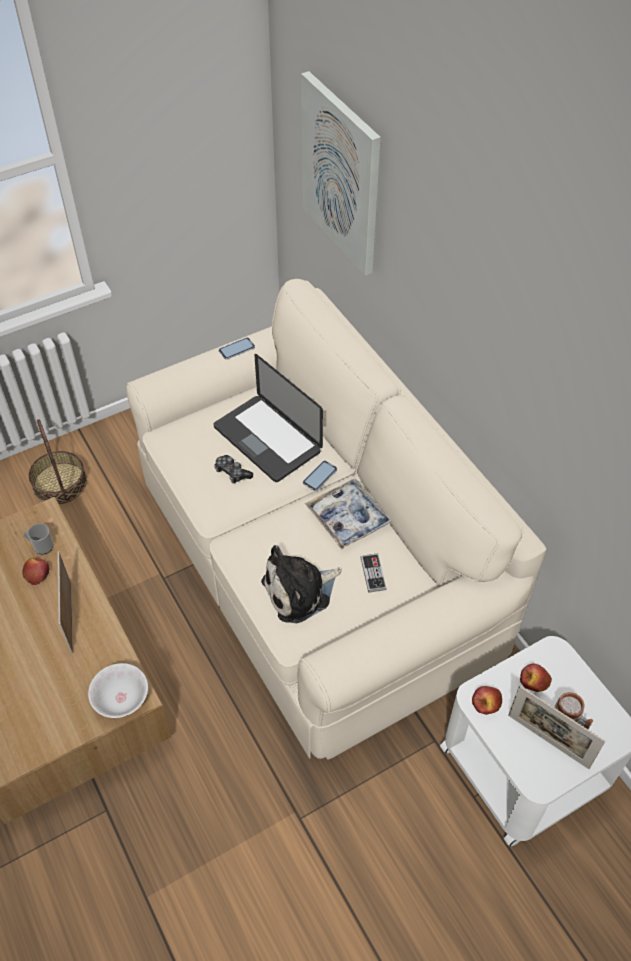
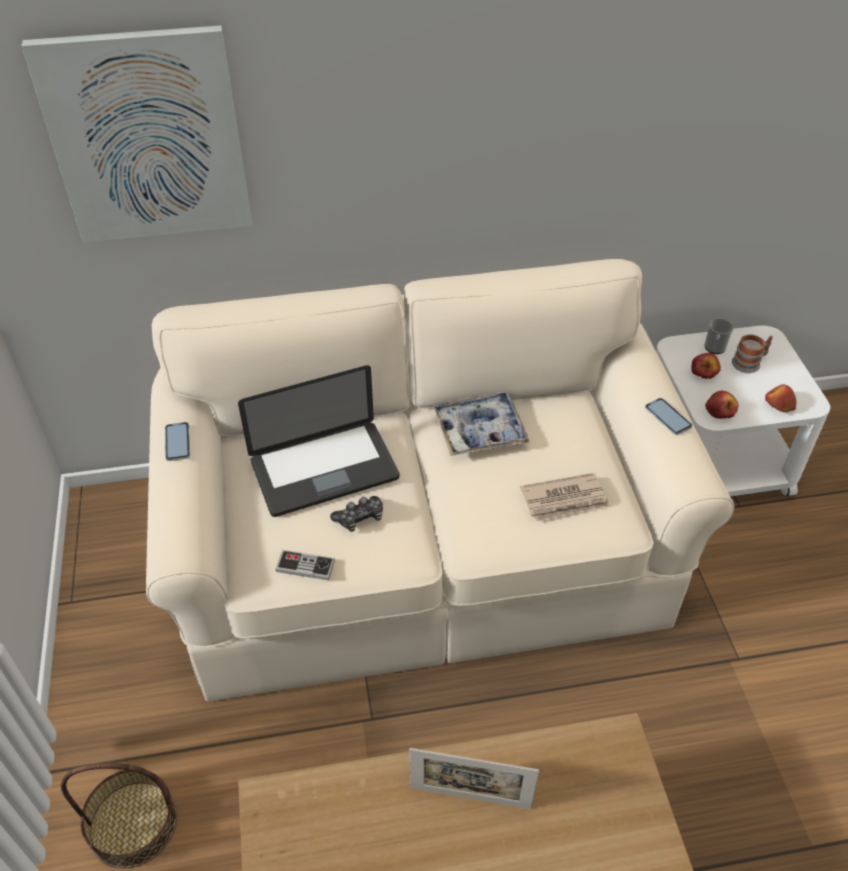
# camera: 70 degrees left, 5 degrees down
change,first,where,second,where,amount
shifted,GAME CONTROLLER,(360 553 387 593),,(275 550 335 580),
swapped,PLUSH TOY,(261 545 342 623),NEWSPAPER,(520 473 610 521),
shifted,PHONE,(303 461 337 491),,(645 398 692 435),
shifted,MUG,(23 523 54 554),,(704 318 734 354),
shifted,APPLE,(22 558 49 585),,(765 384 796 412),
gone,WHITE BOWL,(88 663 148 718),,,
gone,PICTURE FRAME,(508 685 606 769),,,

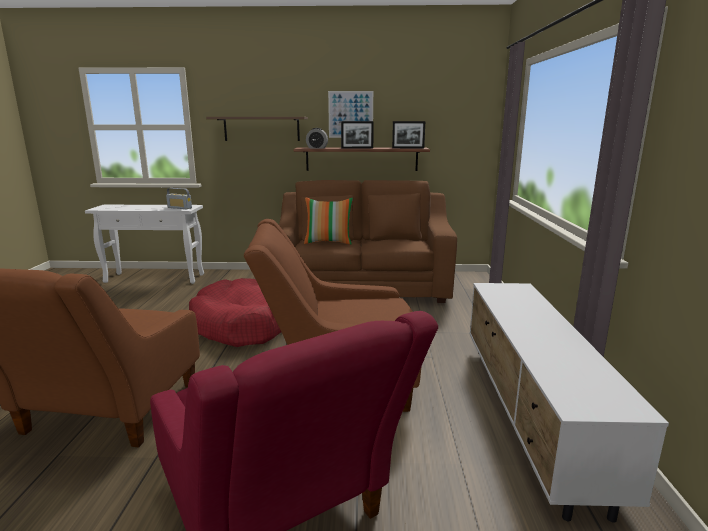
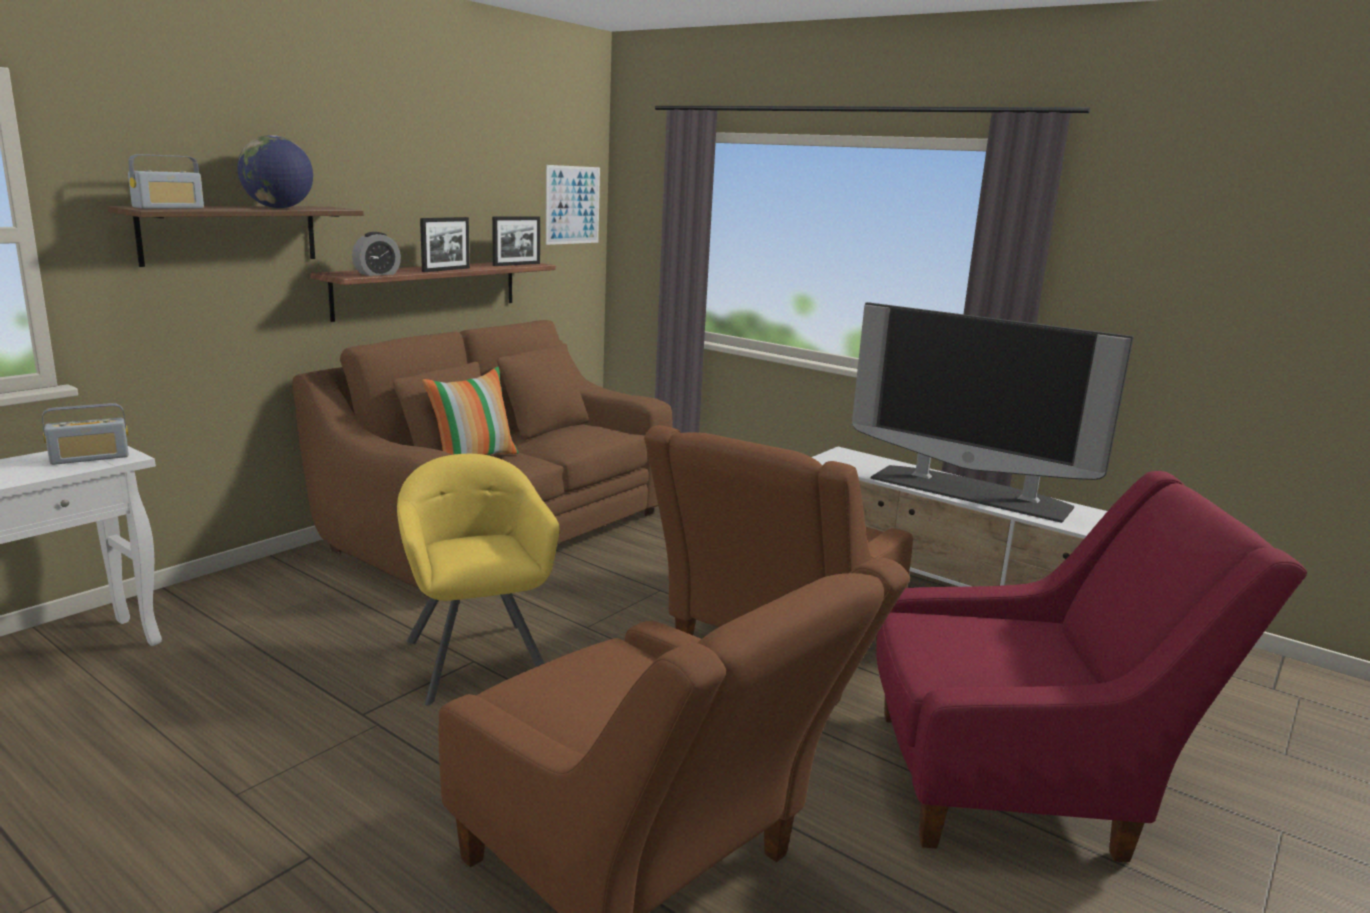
# camera: 55 degrees left, 0 degrees up
change,first,where,second,where,amount
new,,,RADIO,(128 154 204 209),
new,,,GLOBE,(237 135 313 208),
swapped,RED DOG BED,(189 278 281 347),YELLOW ARMCHAIR,(397 454 560 706),
shifted,PICTURE,(328 91 373 138),,(546 165 600 245),
new,,,TELEVISION,(852 302 1134 523),

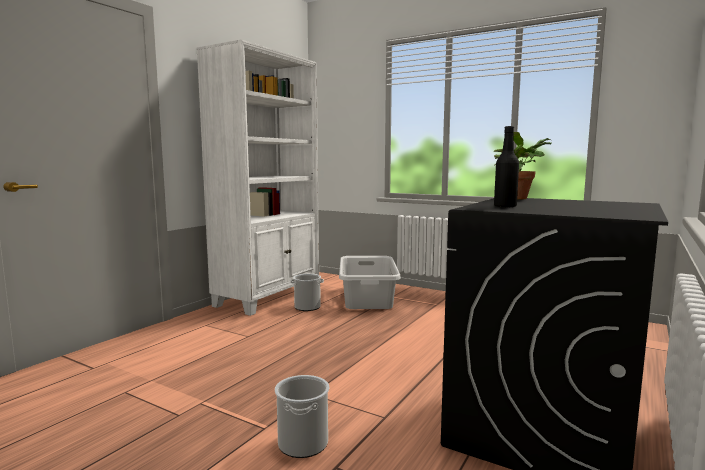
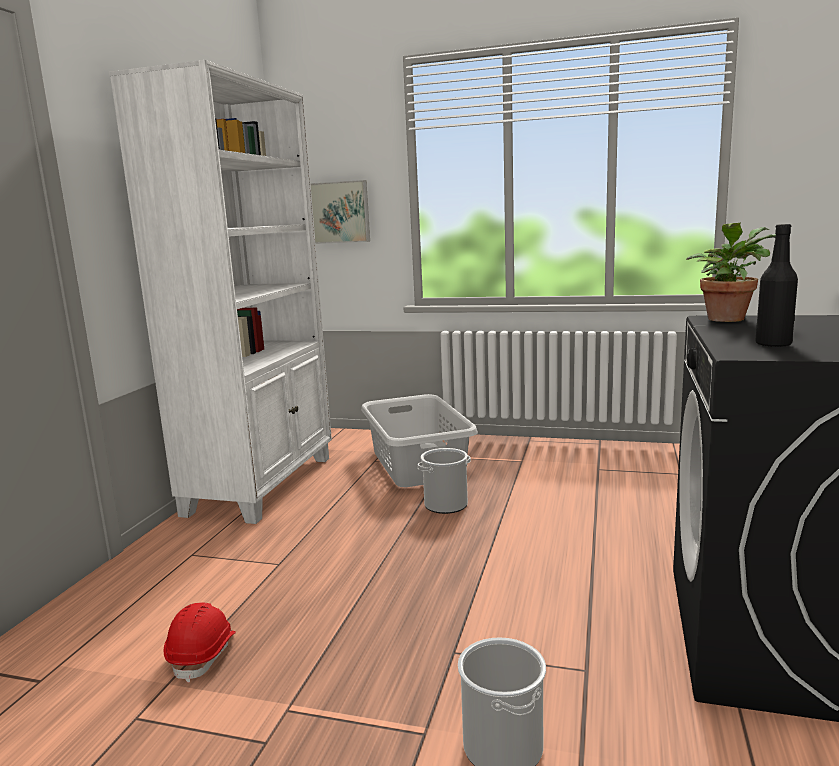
# camera: 15 degrees left, 5 degrees up
change,first,where,second,where,amount
new,,,RED HARD HAT,(164 602 236 683),
new,,,PICTURE,(311 180 370 244),
shifted,BUCKET,(290 274 324 311),,(418 448 471 514),

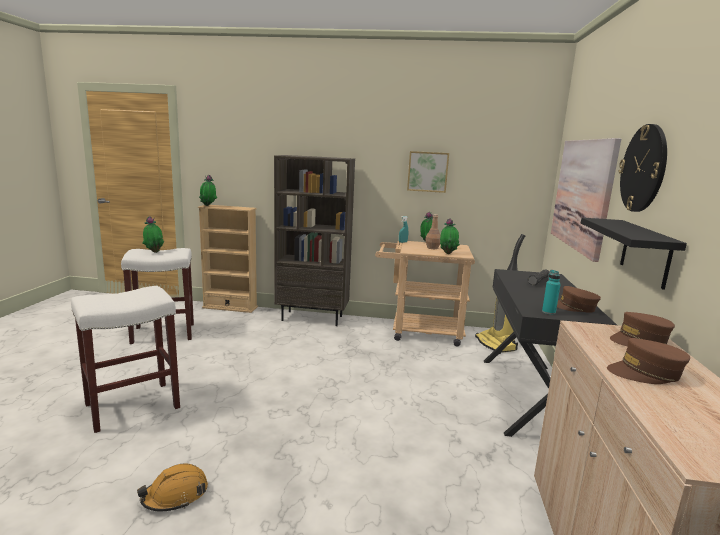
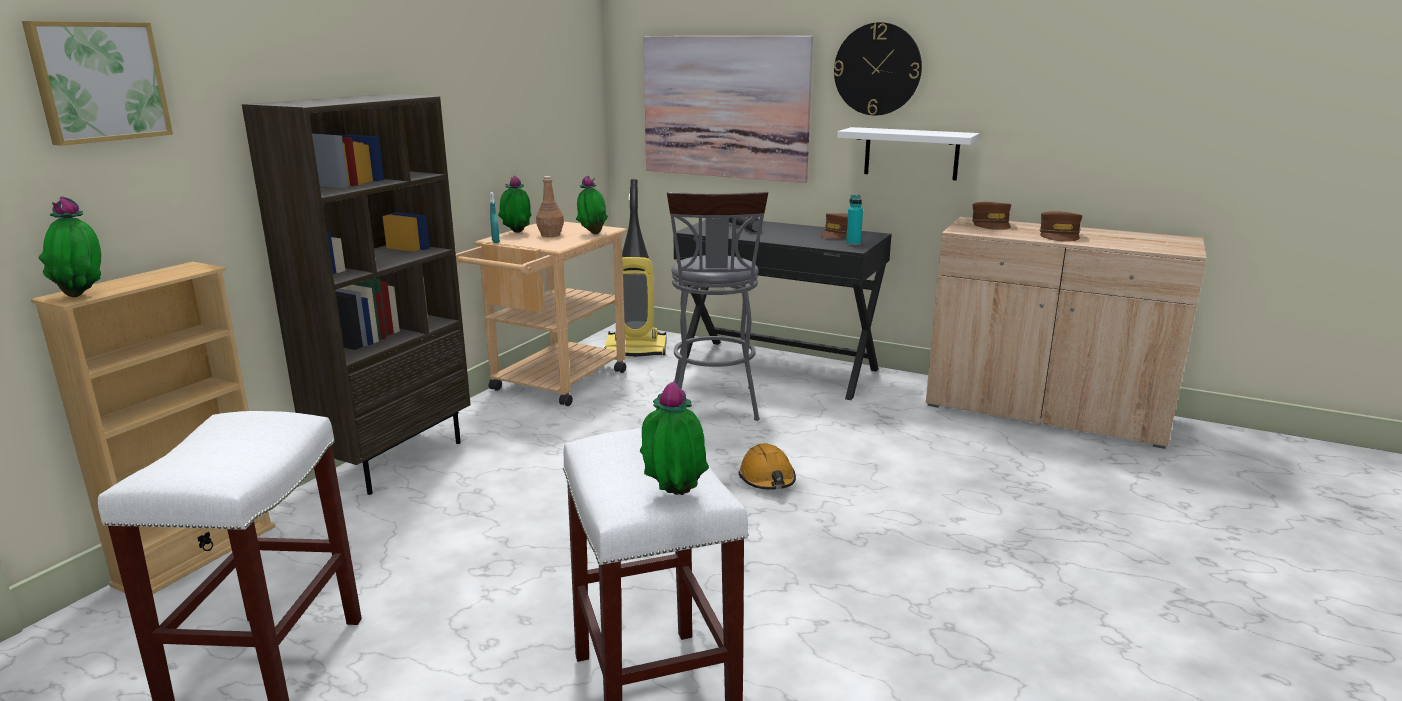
# camera: 70 degrees left, 5 degrees up
change,first,where,second,where,amount
shifted,PICTURE,(407 151 449 193),,(22 21 173 146),
shifted,POTTED PLANT,(142 216 164 253),,(640 381 709 495),
new,,,GREY STOOL,(667 192 768 421),
shifted,ORANGE HARD HAT,(137 464 208 511),,(739 443 796 490),
repainted,BLACK SHELF,(581 218 687 290),WHITE SHELF,(837 127 980 180),

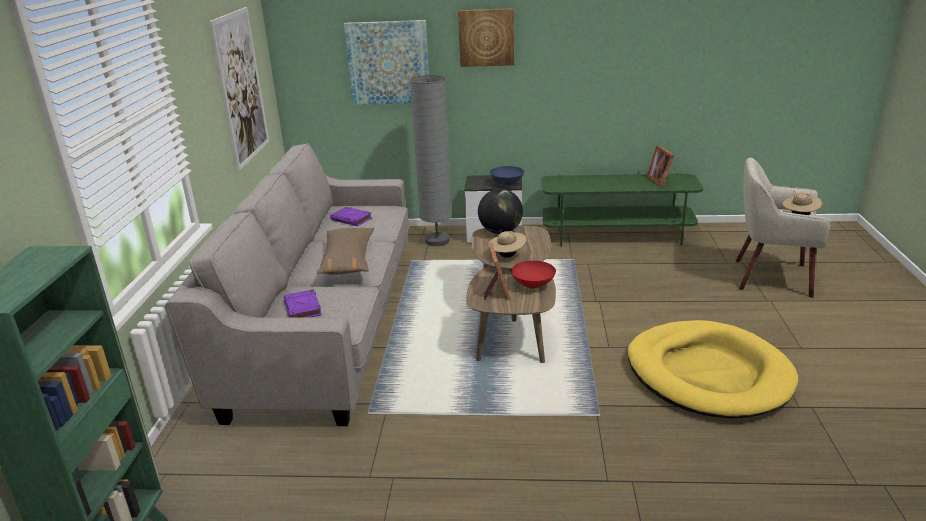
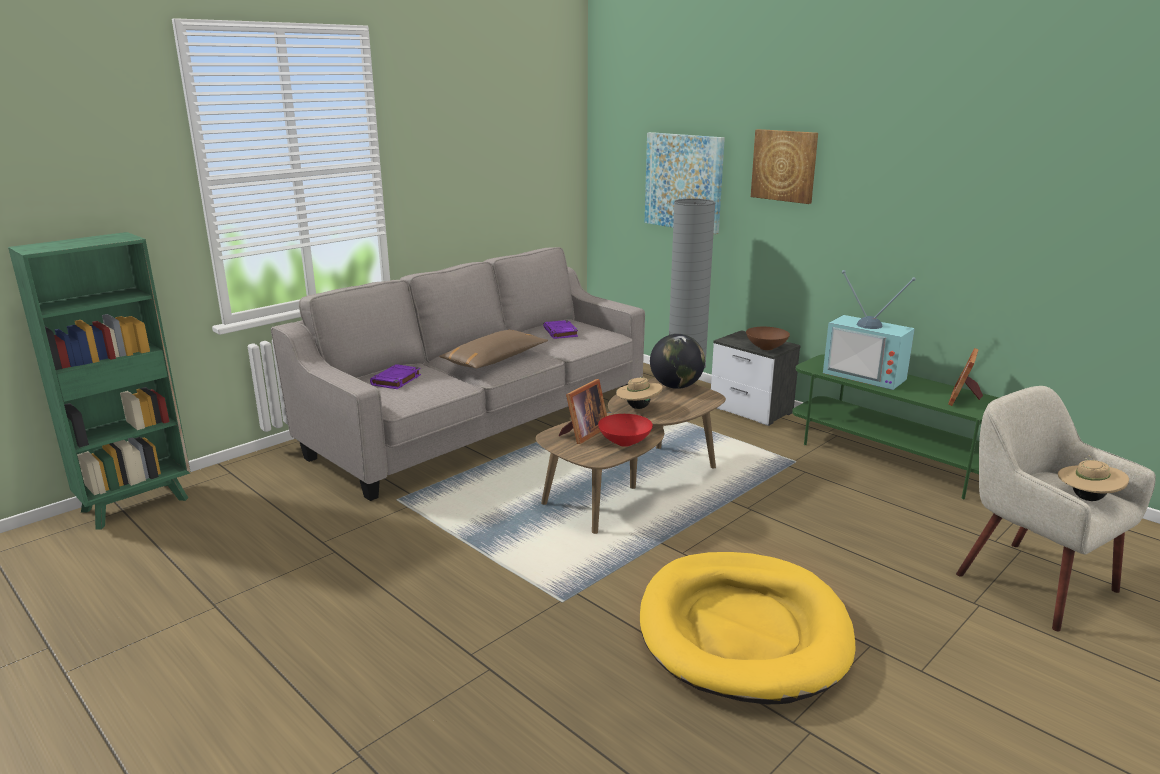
# camera: 40 degrees right, 5 degrees down
change,first,where,second,where,amount
repainted,BLUE BOWL,(490 166 524 186),BROWN BOWL,(746 327 790 350),
new,,,TELEVISION,(823 270 916 390),
gone,PICTURE,(209 7 269 171),,,

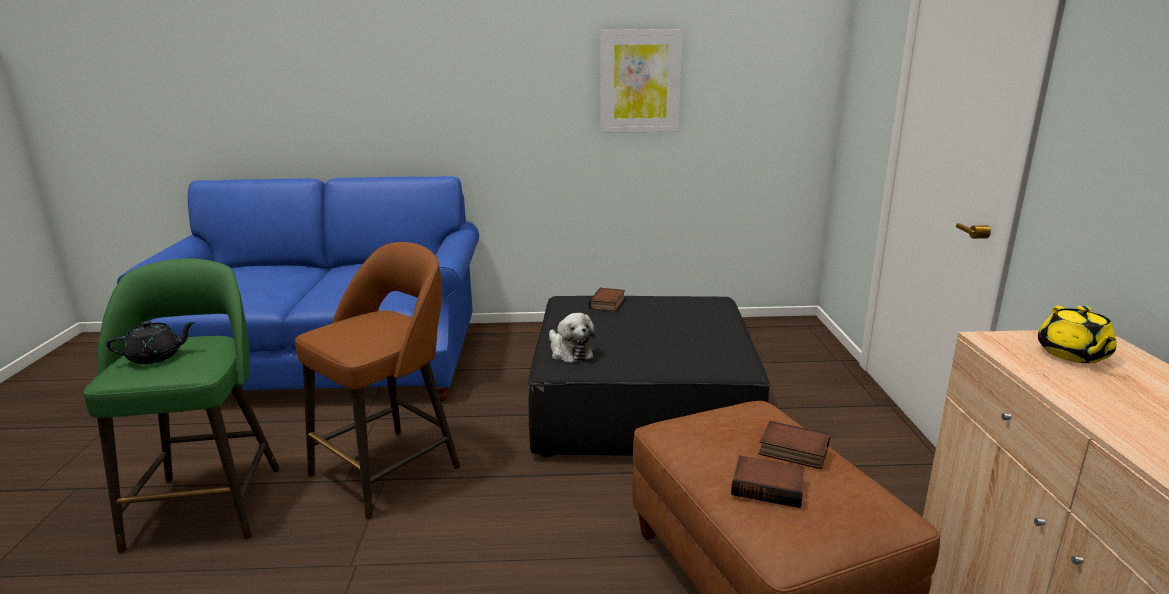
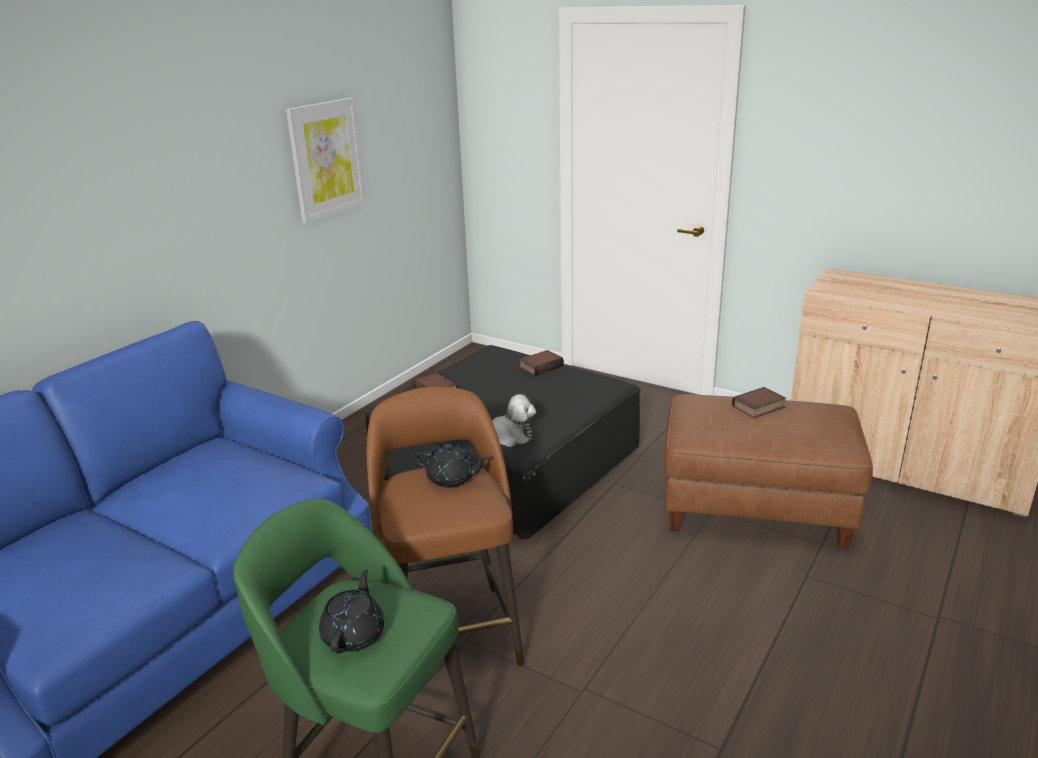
# camera: 55 degrees left, 5 degrees up
change,first,where,second,where,amount
new,,,BLACK TEAPOT,(415 444 489 488),
shifted,BOOK,(731 455 805 508),,(519 350 564 376),
gone,YELLOW TEAPOT,(1038 306 1117 363),,,

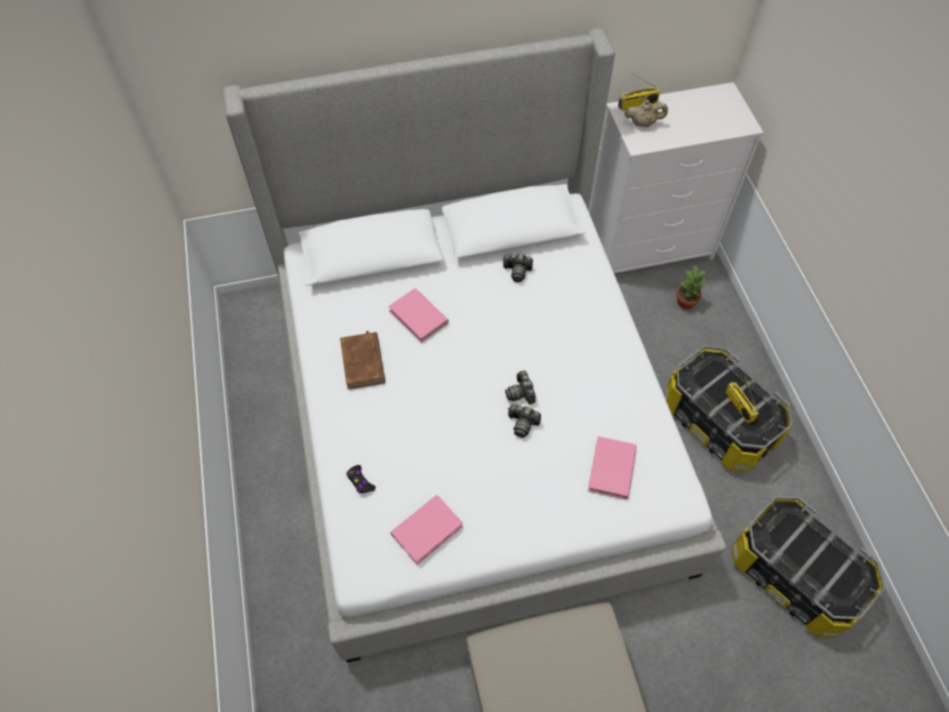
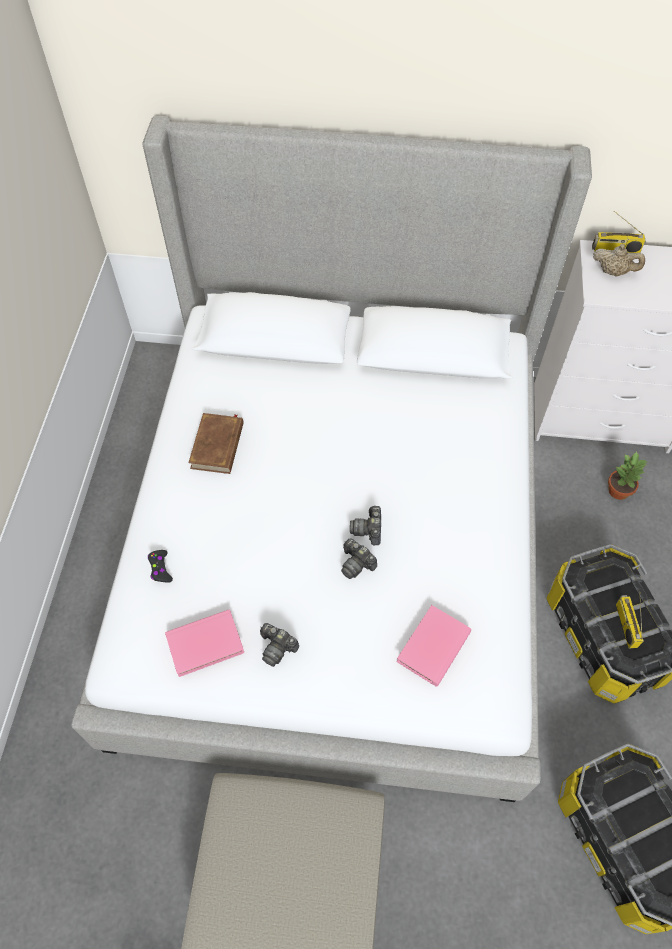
# camera: 20 degrees right, 0 degrees up
change,first,where,second,where,amount
shifted,PHOTO CAMERA,(502 254 533 282),,(260 623 299 667),
gone,PINK BOOK,(388 288 449 343),,,

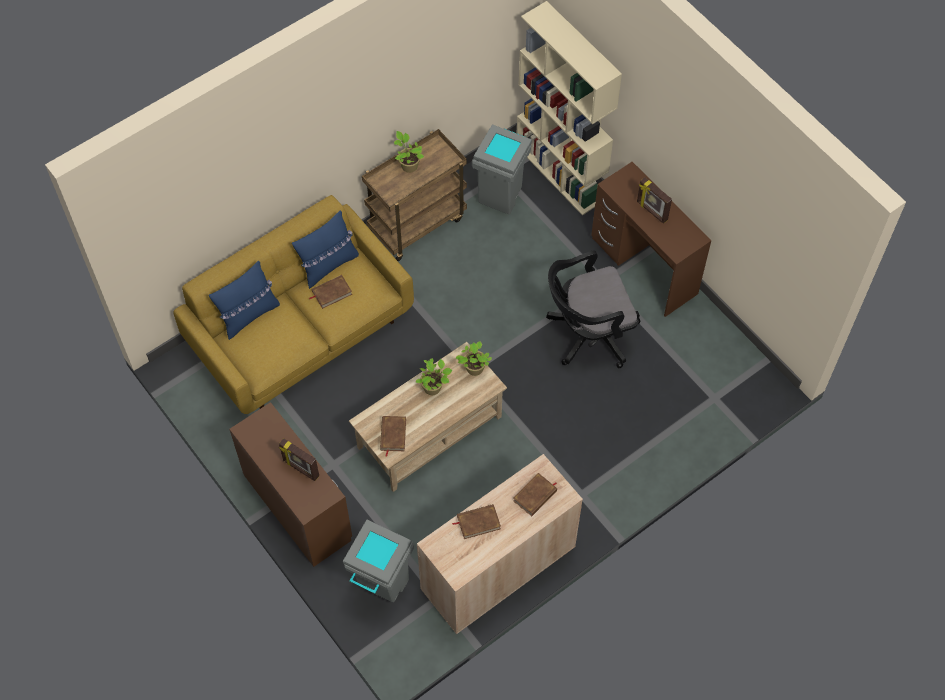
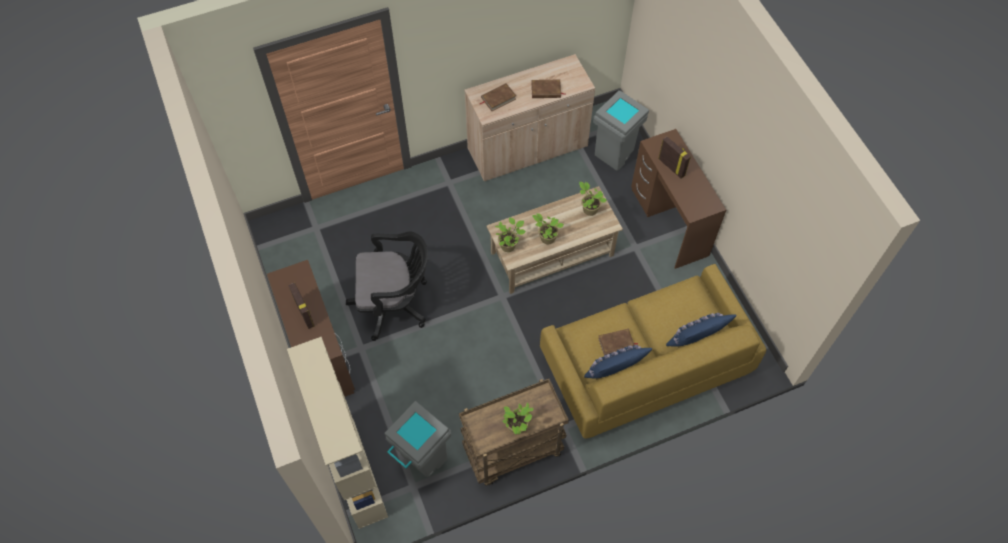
# camera: 165 degrees left, 0 degrees up
change,first,where,second,where,amount
swapped,BROWN BOOK,(380 416 406 457),POTTED PLANT,(579 182 607 216),

